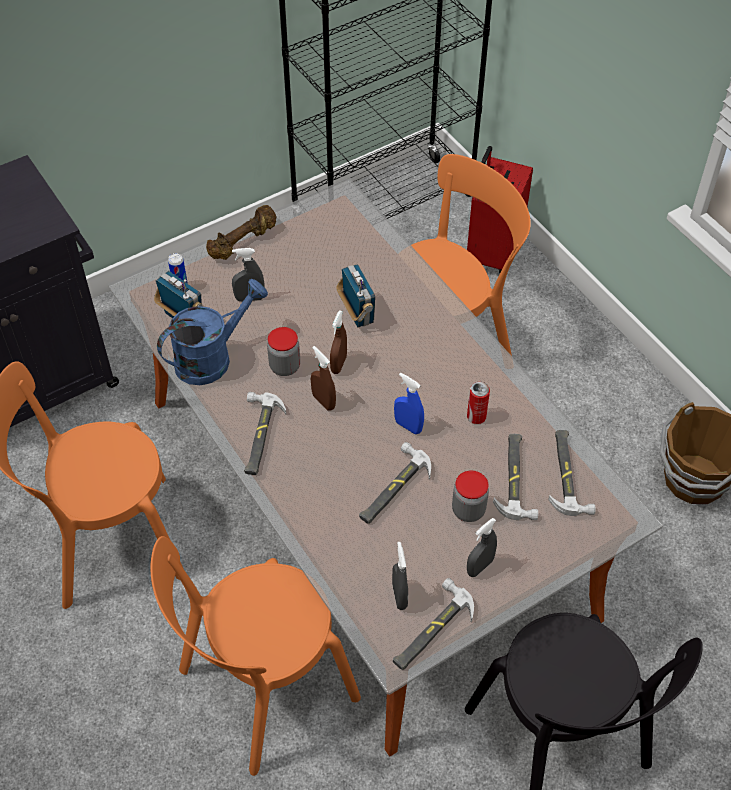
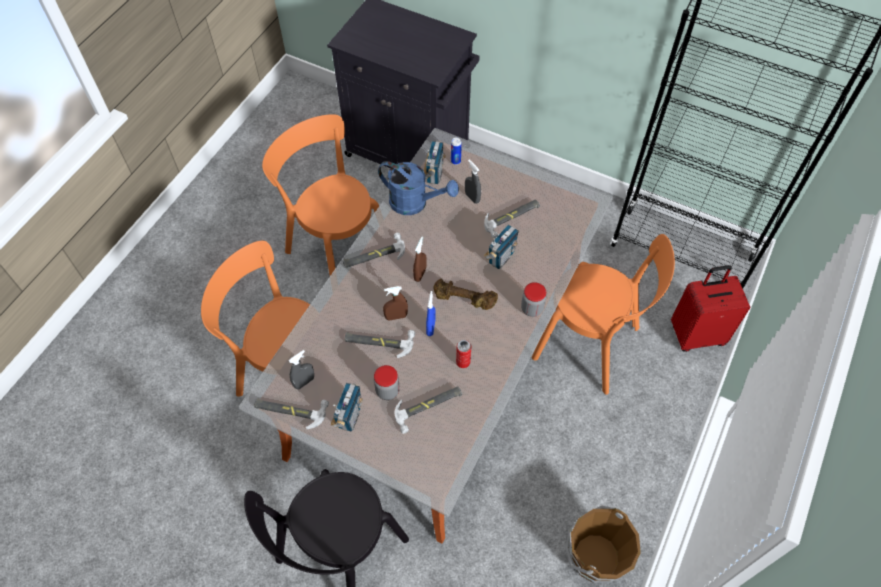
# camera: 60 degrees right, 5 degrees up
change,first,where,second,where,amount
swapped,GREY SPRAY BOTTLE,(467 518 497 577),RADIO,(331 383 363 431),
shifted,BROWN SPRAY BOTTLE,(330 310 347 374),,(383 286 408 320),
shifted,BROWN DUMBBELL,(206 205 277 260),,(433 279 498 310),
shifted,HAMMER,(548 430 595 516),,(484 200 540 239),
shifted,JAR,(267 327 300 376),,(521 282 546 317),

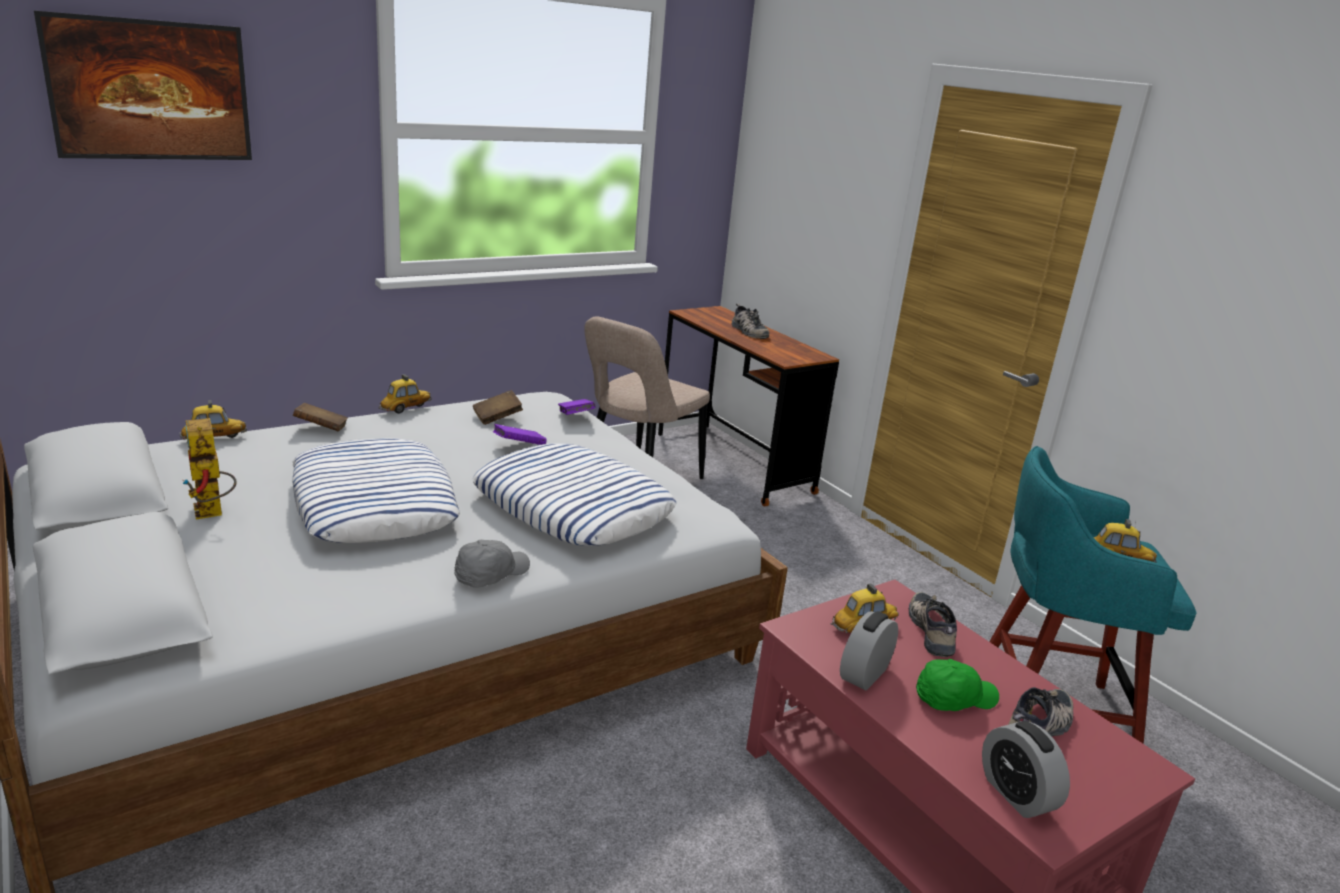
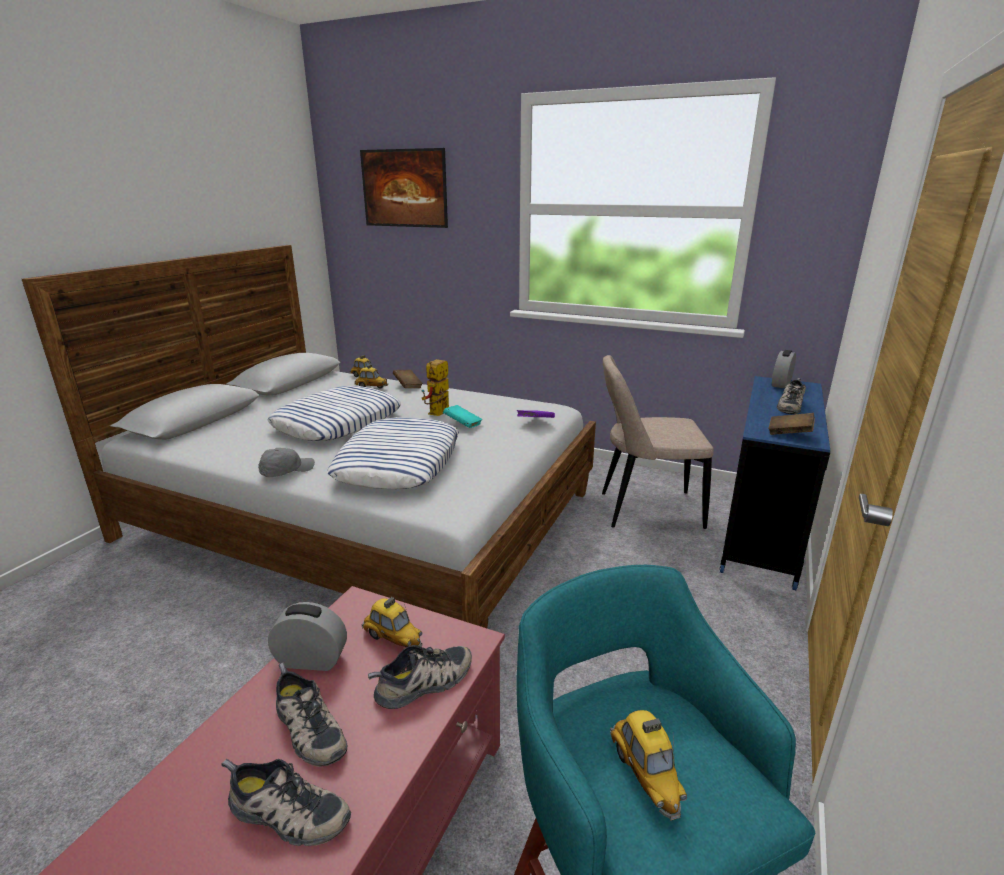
# camera: 60 degrees right, 0 degrees up
change,first,where,second,where,amount
rotated,GREY CAP,(455 540 530 588),,(258 448 315 477),45 degrees counterclockwise
swapped,GREEN CAP,(916 659 999 711),SHOE,(276 663 347 767),
shifted,TOY CAR,(378 374 432 414),,(354 364 388 388),
shifted,TOY ROBOT,(182 418 236 520),,(422 359 449 416),
repainted,PURPLE BOOK,(493 424 547 445),TURQUOISE BOOK,(443 405 482 428),
repainted,BROWN DESK,(658 306 839 507),BLUE DESK,(720 376 830 590),
shifted,BROWN BOOK,(473 390 523 425),,(768 413 815 435),
shifted,ALARM CLOCK,(982 721 1070 818),,(772 350 796 389),

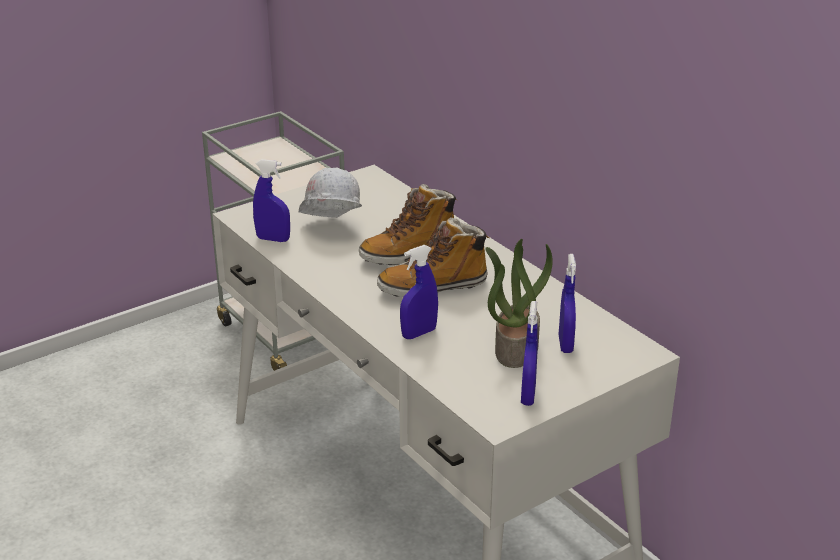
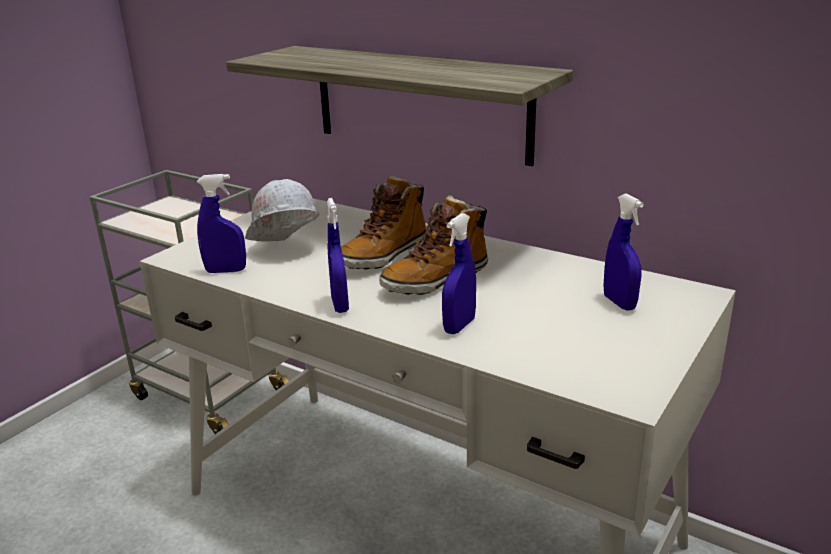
# camera: 20 degrees left, 5 degrees down
change,first,where,second,where,amount
new,,,SHELF,(226 46 573 166),
shifted,BLUE SPRAY BOTTLE,(521 301 538 406),,(327 198 349 313),
gone,POTTED PLANT,(485 239 553 368),,,

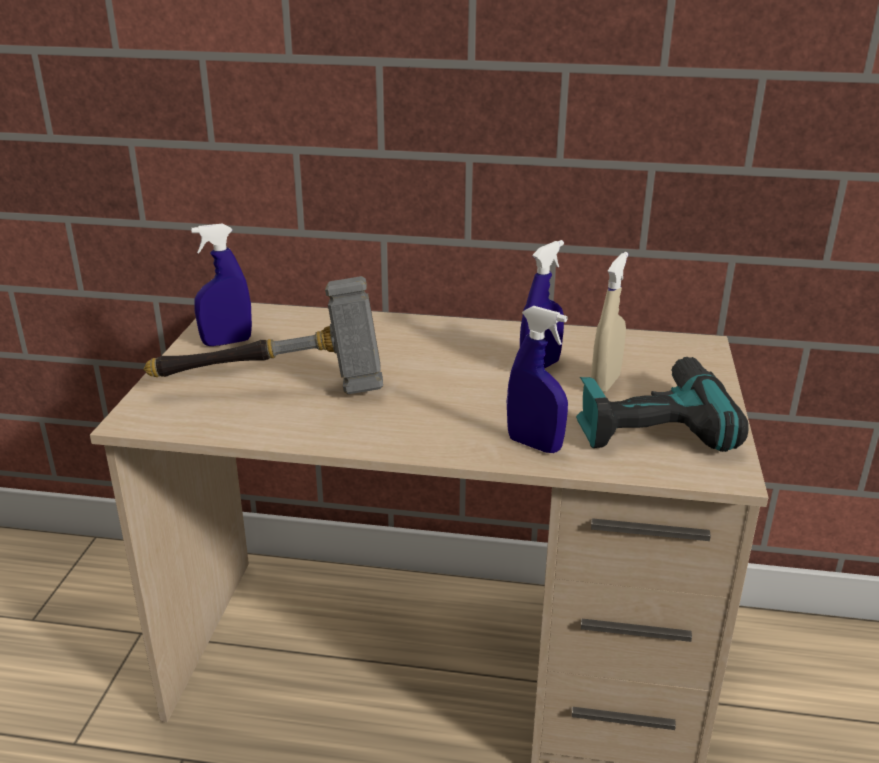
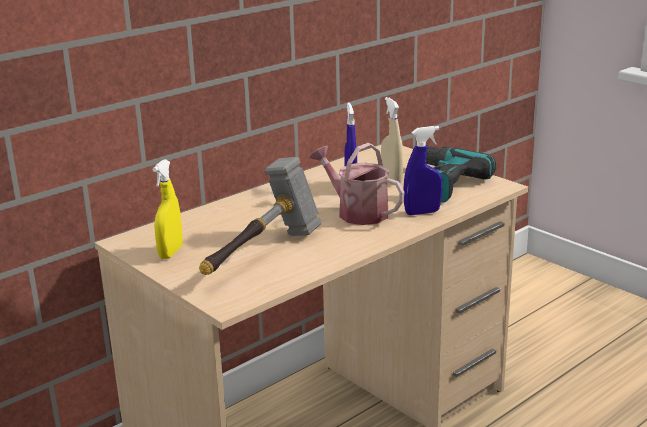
# camera: 50 degrees left, 5 degrees down
change,first,where,second,where,amount
repainted,BLUE SPRAY BOTTLE,(191 224 252 346),YELLOW SPRAY BOTTLE,(153 159 183 259),
new,,,WATERING CAN,(309 143 405 225),

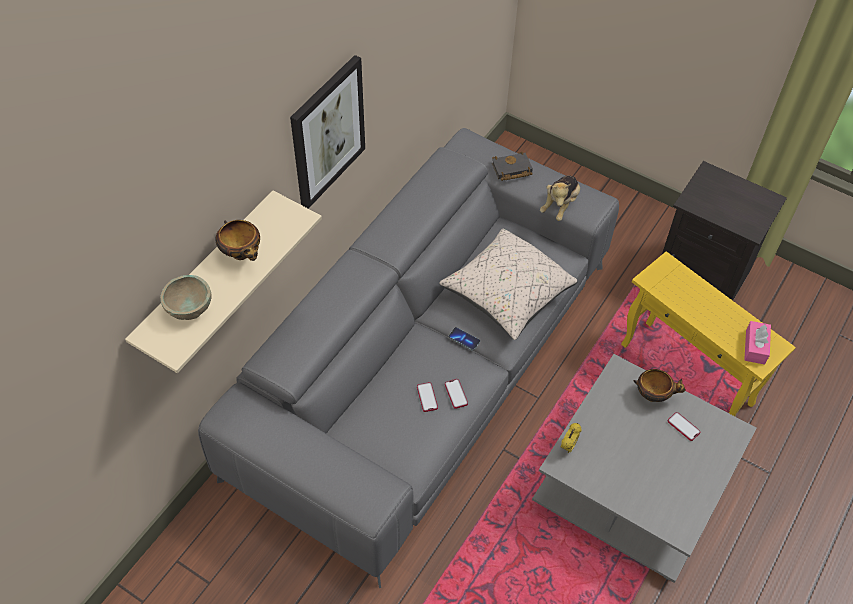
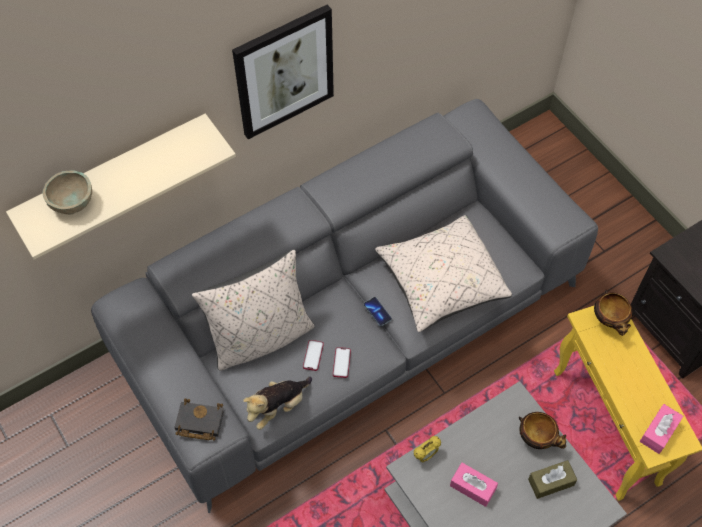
# camera: 25 degrees right, 5 degrees up
change,first,where,second,where,amount
shifted,BLACK BOOK,(492 152 533 181),,(174 398 224 441),
new,,,BEIGE PILLOW,(192 249 315 371),
shifted,PLUSH TOY,(540 175 580 221),,(243 377 312 430),
new,,,PINK TISSUE BOX,(450 463 498 507),
swapped,PHONE,(668 412 700 441),BROWN TISSUE BOX,(528 460 577 499),
shifted,BOWL,(215 220 260 261),,(594 290 633 336),

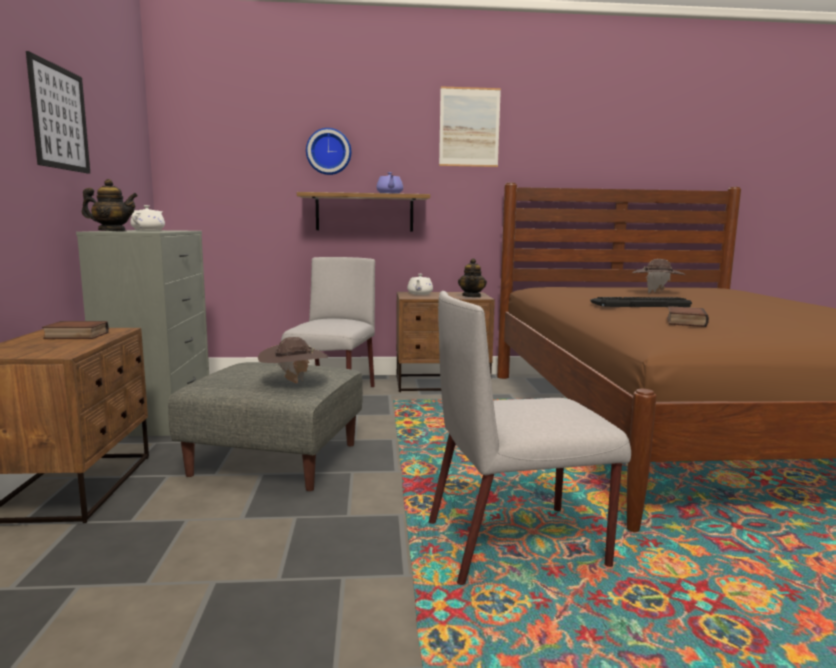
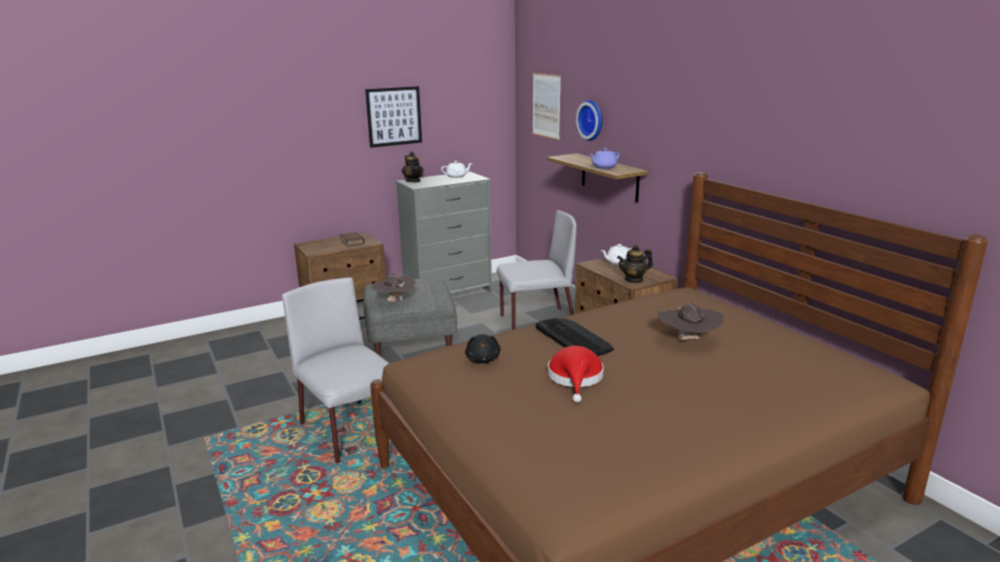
# camera: 65 degrees right, 10 degrees up
change,first,where,second,where,amount
swapped,BOOK,(667 306 709 327),BLACK PLUSH TOY,(465 334 501 363),
shifted,PICTURE,(439 87 501 167),,(533 73 561 140),
new,,,RED HAT,(548 346 604 403),

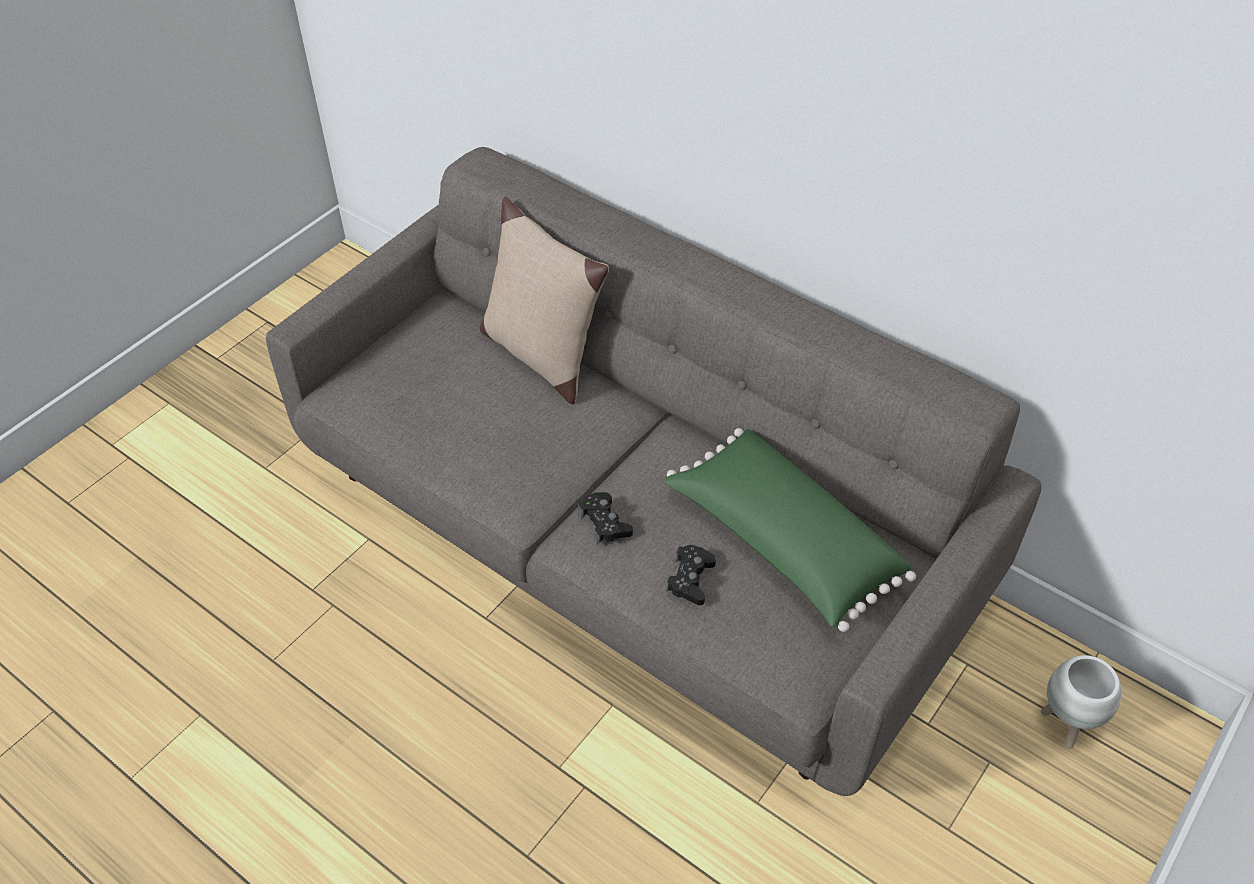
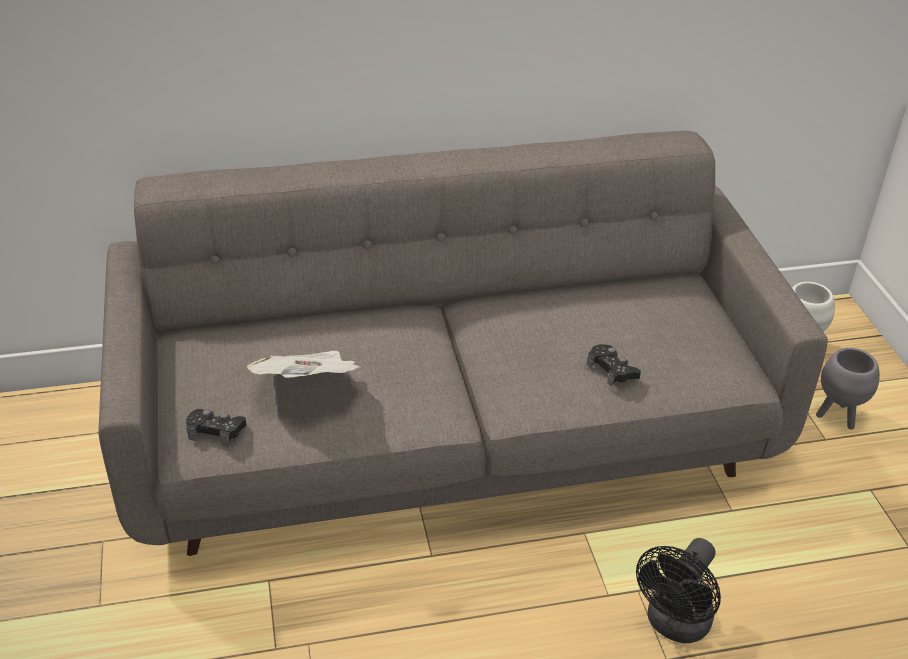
# camera: 50 degrees left, 10 degrees down
change,first,where,second,where,amount
shifted,BLACK GAME CONTROLLER,(578 492 633 545),,(186 409 246 447),
new,,,NEWSPAPER,(247 351 361 378),
new,,,BLACK FAN,(636 538 721 643),
new,,,GREY PLANTER,(816 348 880 430),
gone,BEIGE PILLOW,(480 197 609 404),,,
gone,GREEN PILLOW,(664 428 916 632),,,

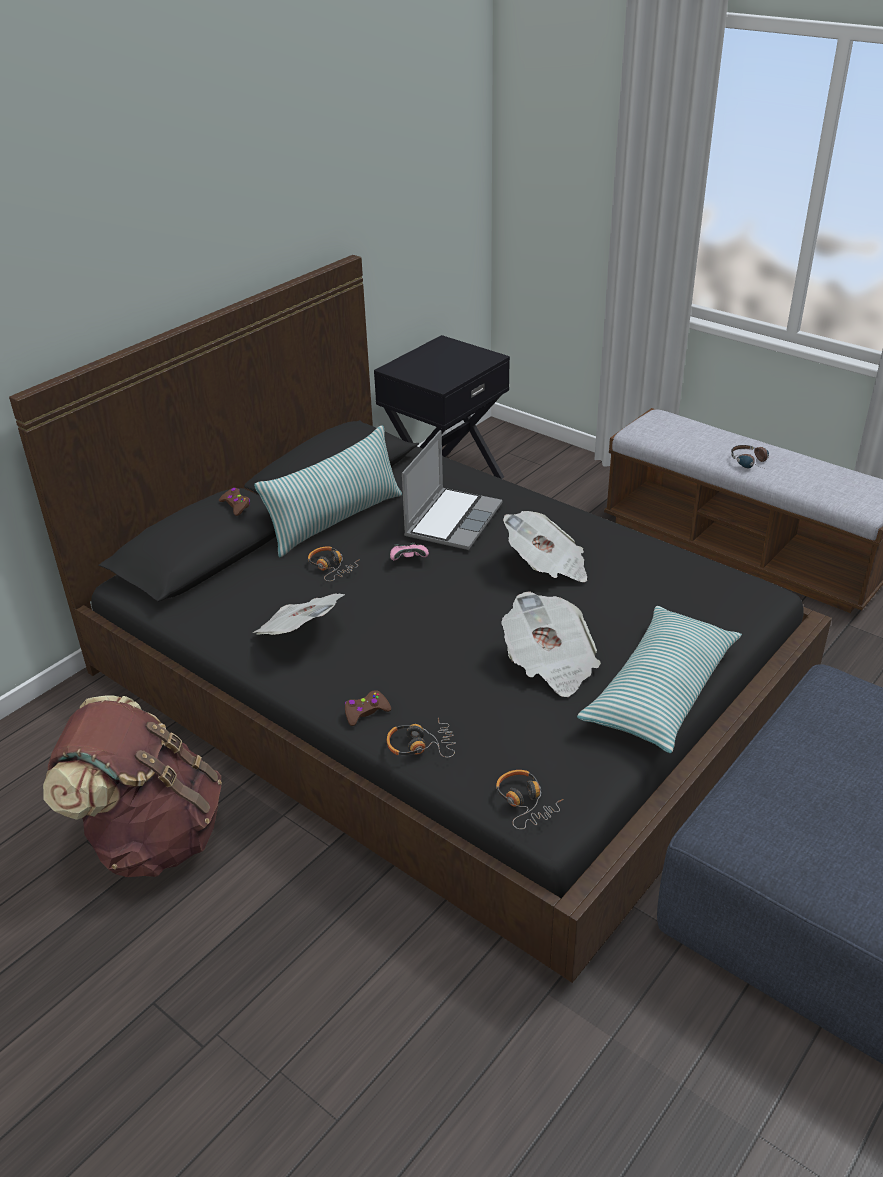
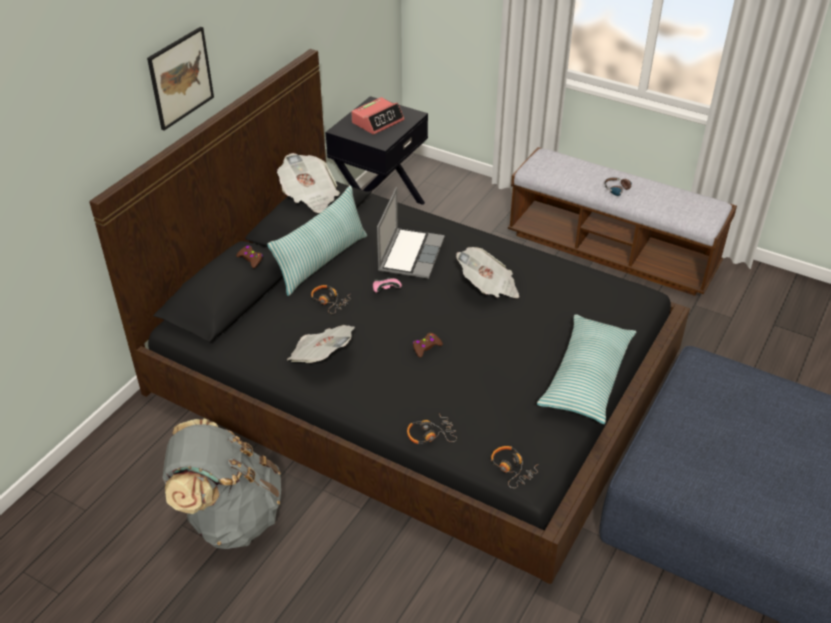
# camera: 10 degrees left, 5 degrees up
change,first,where,second,where,amount
new,,,PICTURE,(147 27 214 131),
repainted,BROWN BACKPACK,(43 695 222 877),GREY BACKPACK,(162 419 281 549),
shifted,NEWSPAPER,(501 591 601 697),,(277 153 340 213),
new,,,ALARM CLOCK,(351 97 404 135),
shifted,BROWN GAME CONTROLLER,(344 690 391 726),,(413 333 443 357),

